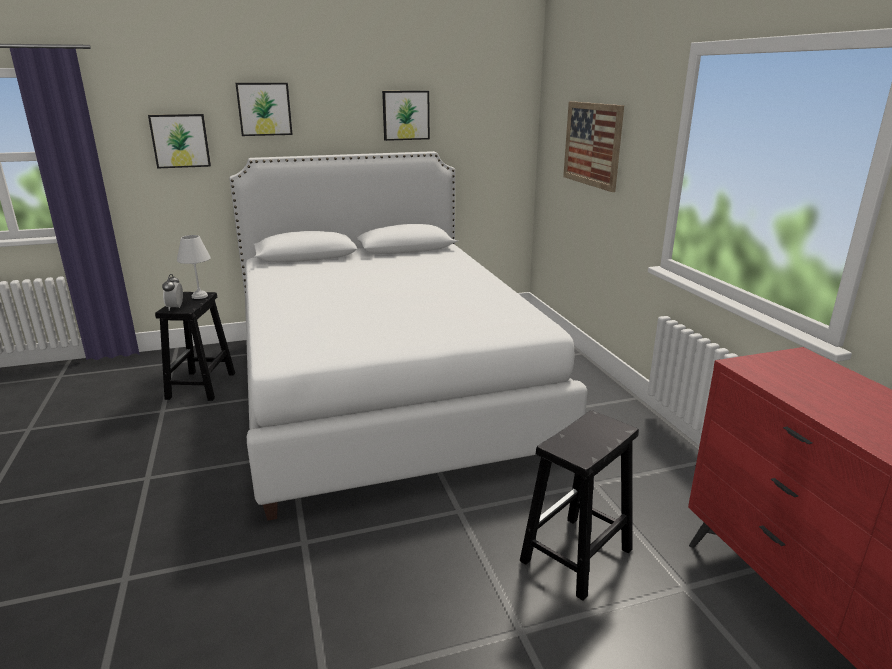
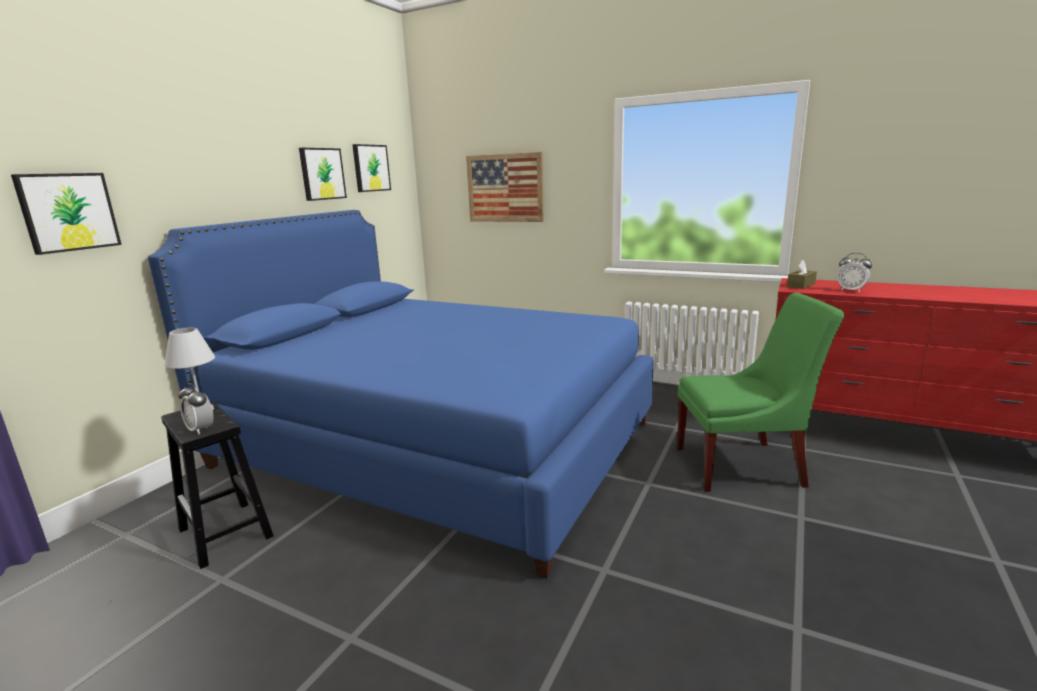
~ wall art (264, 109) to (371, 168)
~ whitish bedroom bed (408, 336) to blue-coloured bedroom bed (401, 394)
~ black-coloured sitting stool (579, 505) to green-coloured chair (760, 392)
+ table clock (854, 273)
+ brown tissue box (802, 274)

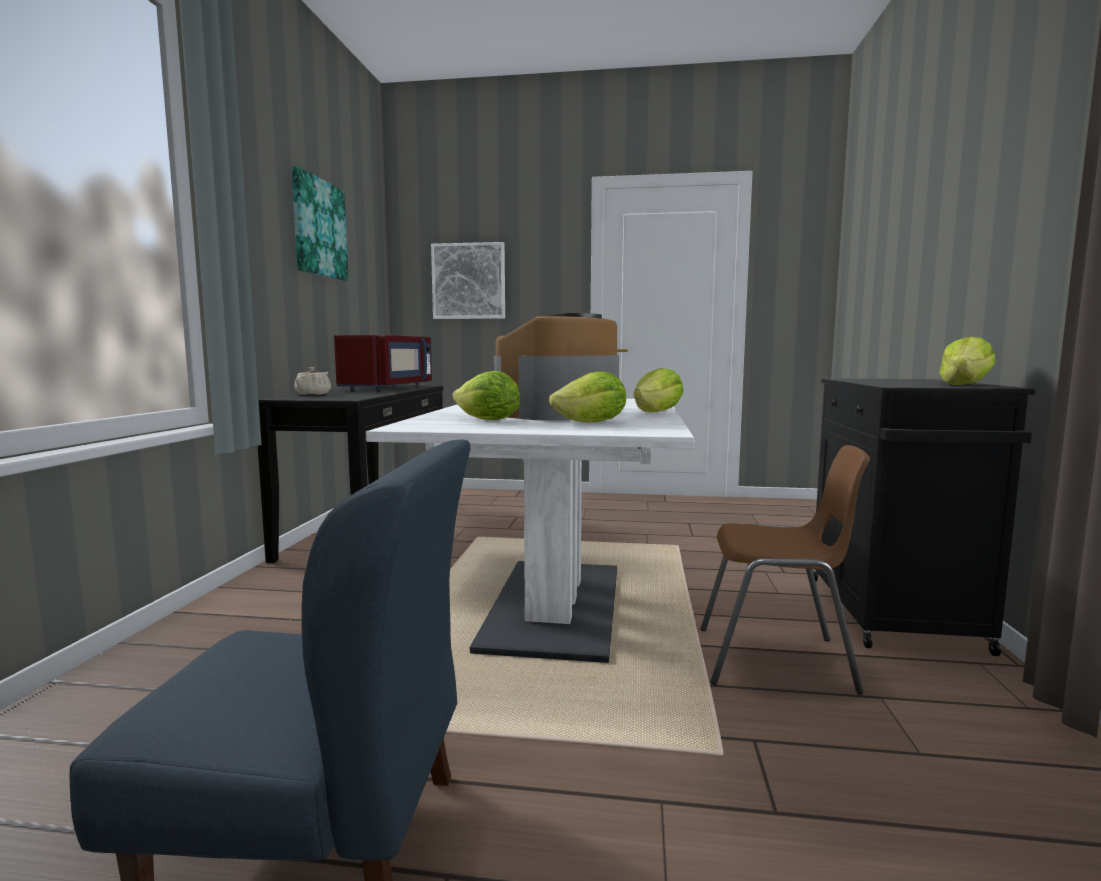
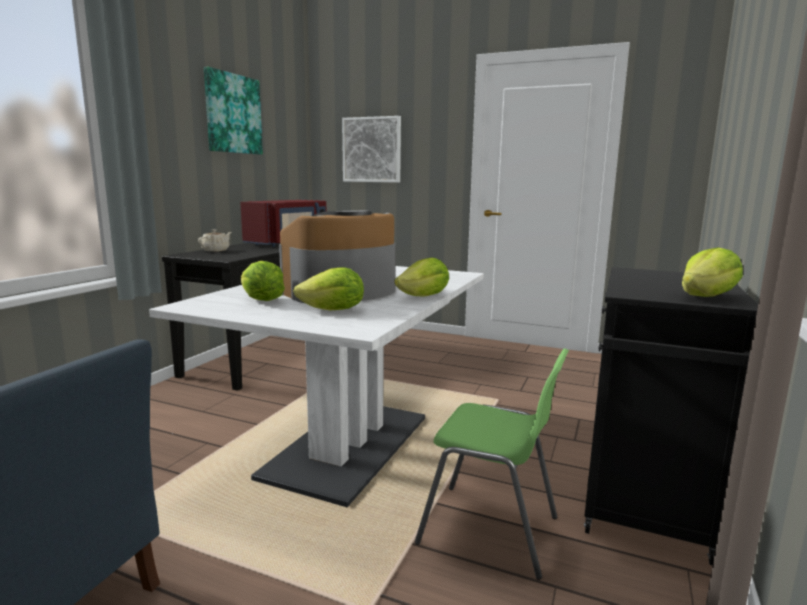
~ brown chair (785, 569) to green-coloured chair (492, 464)

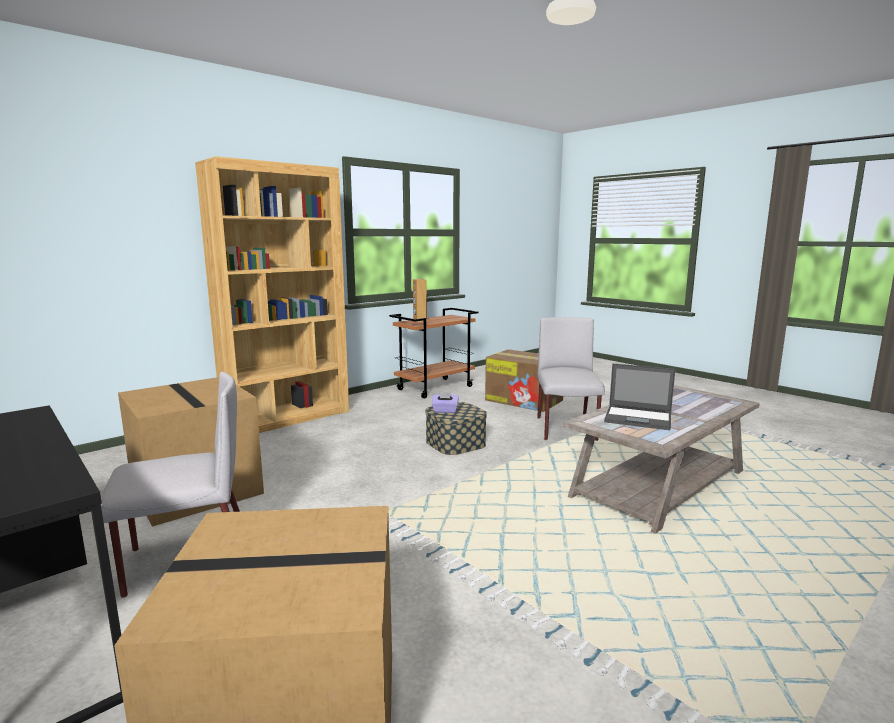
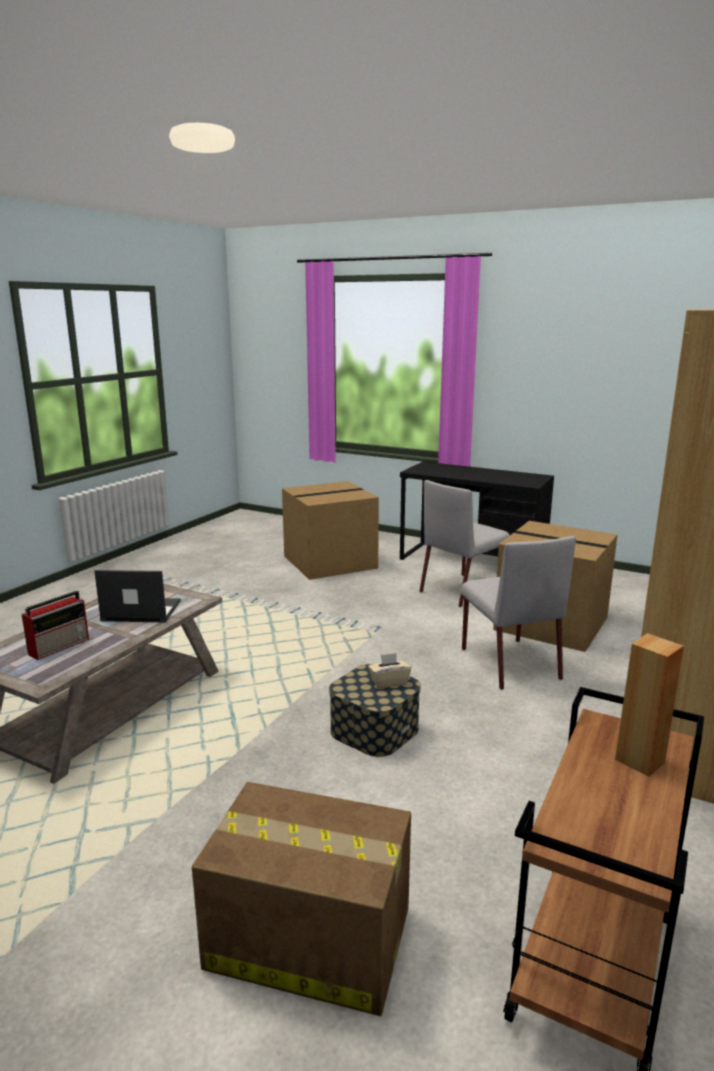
~ grey chair (571, 379) to (518, 613)
~ purple tissue box (445, 402) to beige-coloured tissue box (389, 671)
+ radio receiver (55, 625)

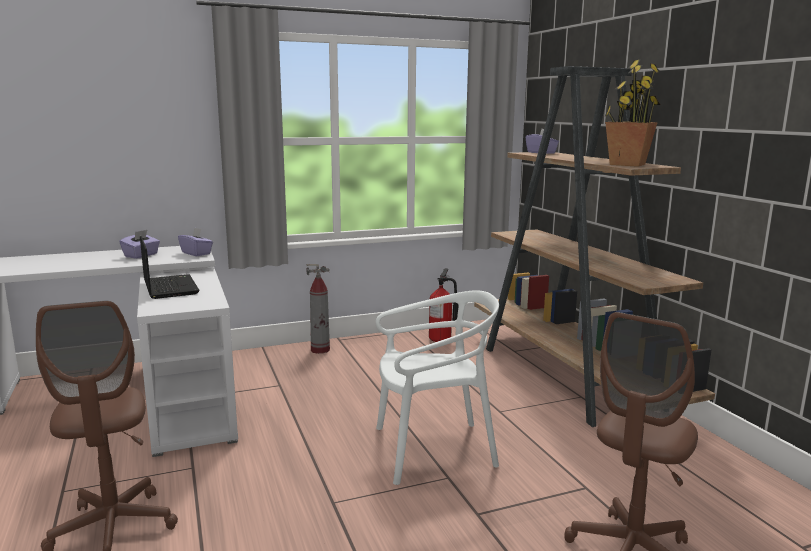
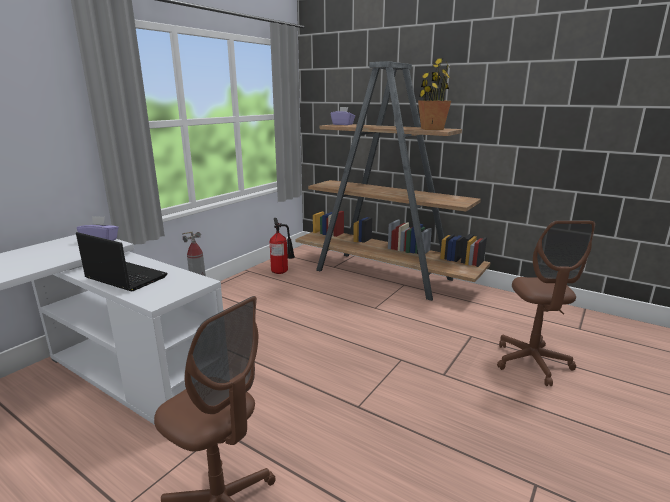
- purple tissue box (139, 244)
- whitish chair (437, 387)

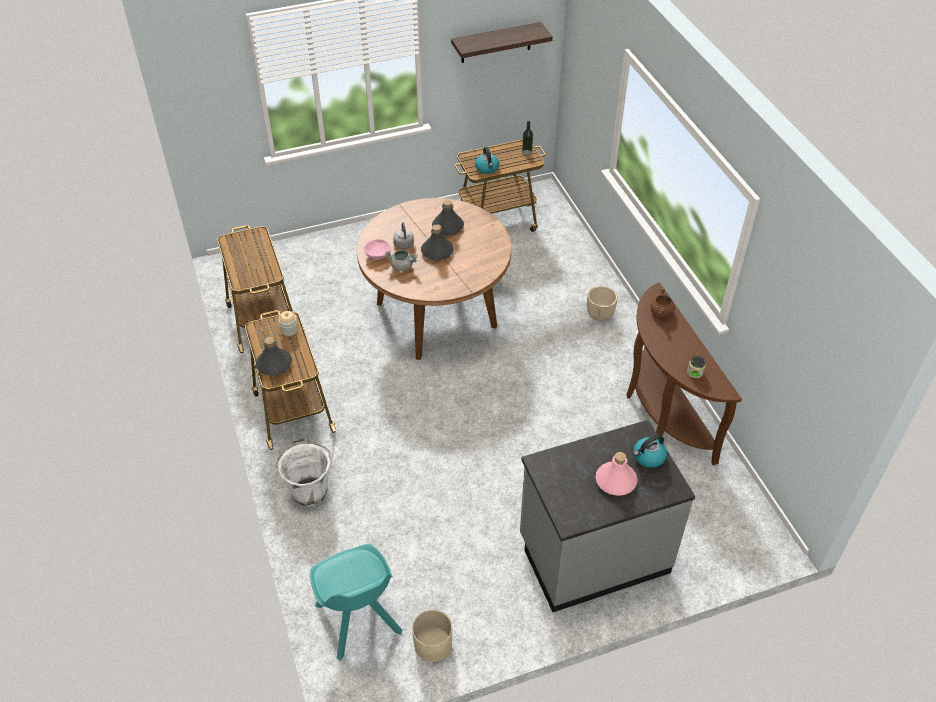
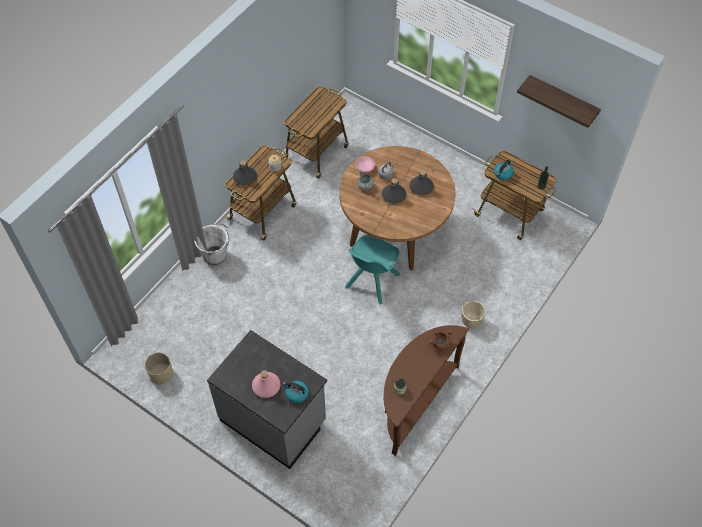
~ turquoise chair (356, 602) to (372, 270)

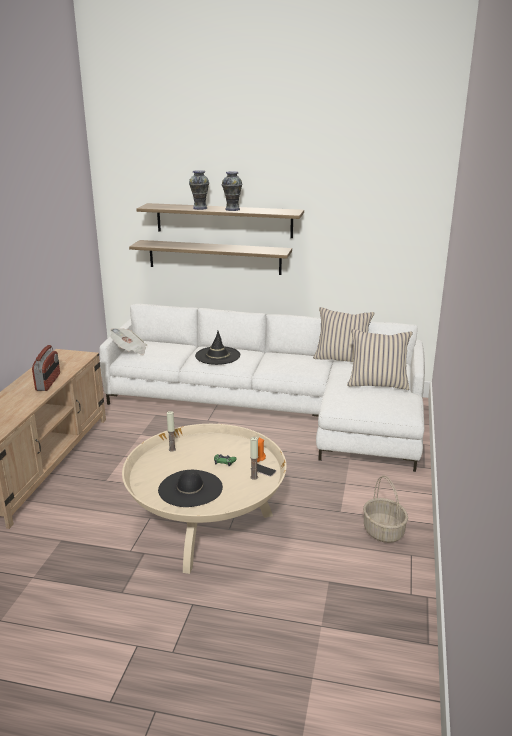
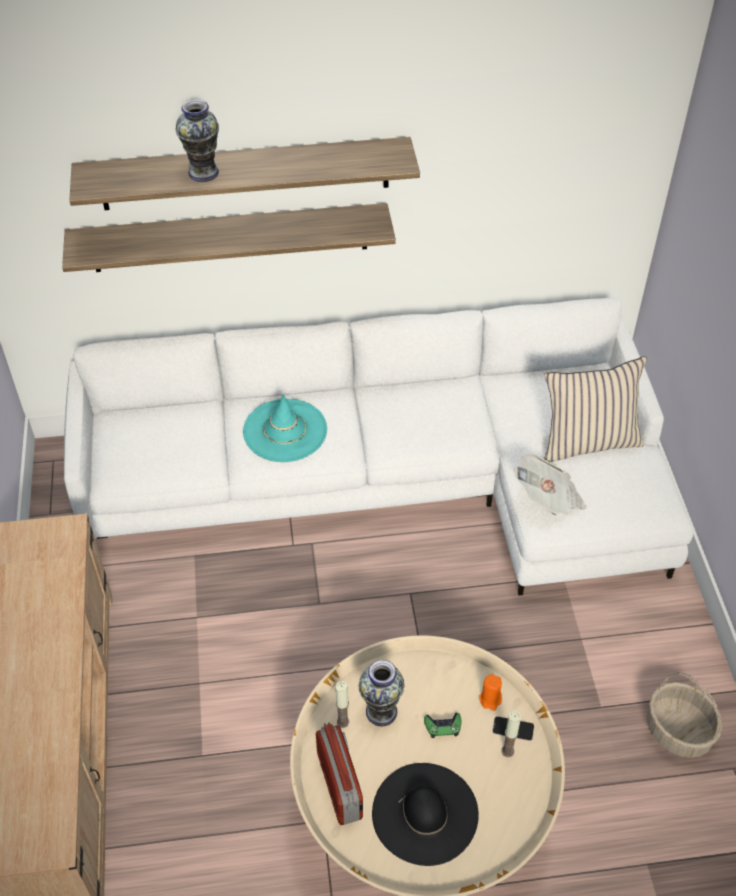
~ flower vase (232, 191) to (382, 693)
- beige-coloured cushion (344, 334)
~ daily paper (128, 341) to (550, 484)
~ black-coloured hat (217, 348) to turquoise hat (285, 428)
~ radio receiver (46, 368) to (339, 773)

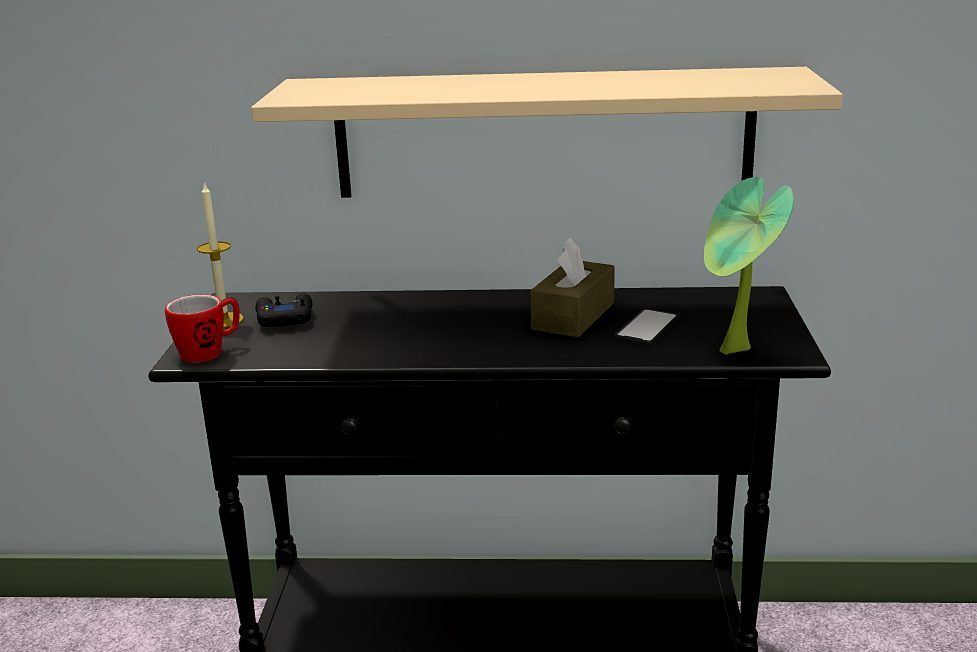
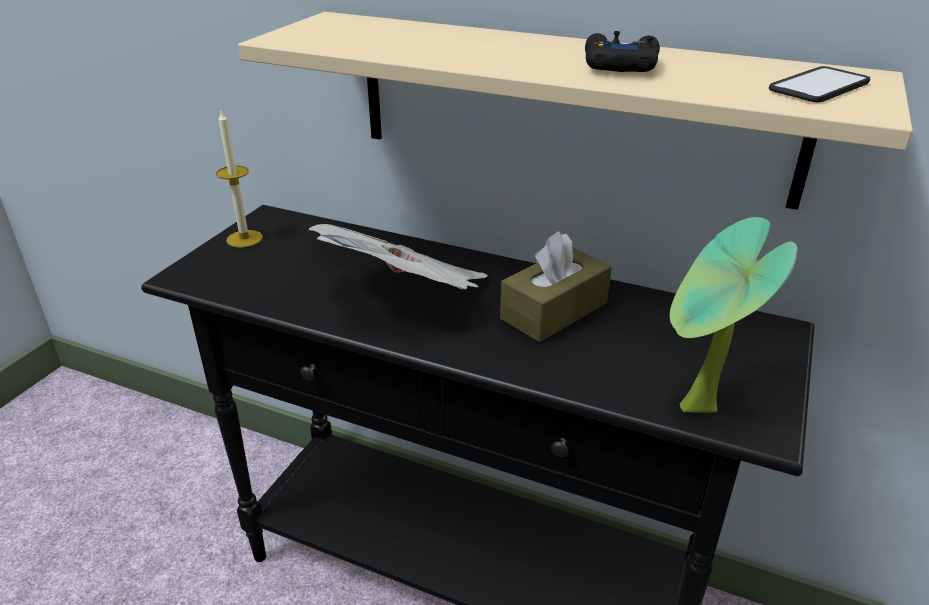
- tea mug (202, 328)
~ black-coloured joypad (283, 310) to (622, 51)
~ handset (646, 326) to (819, 84)
+ daily paper (398, 257)

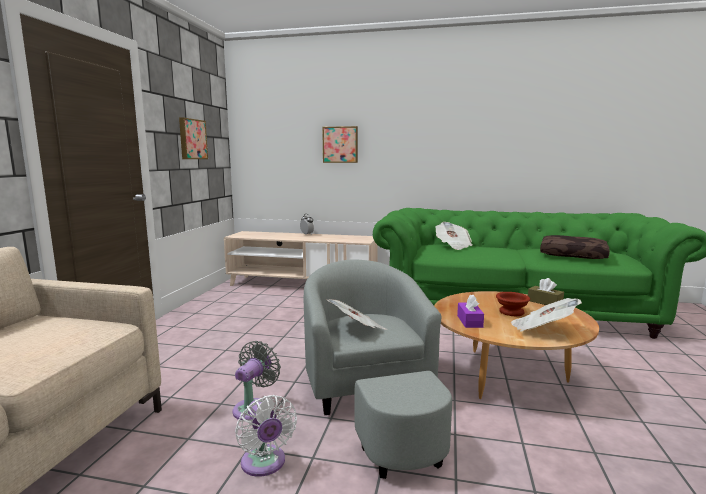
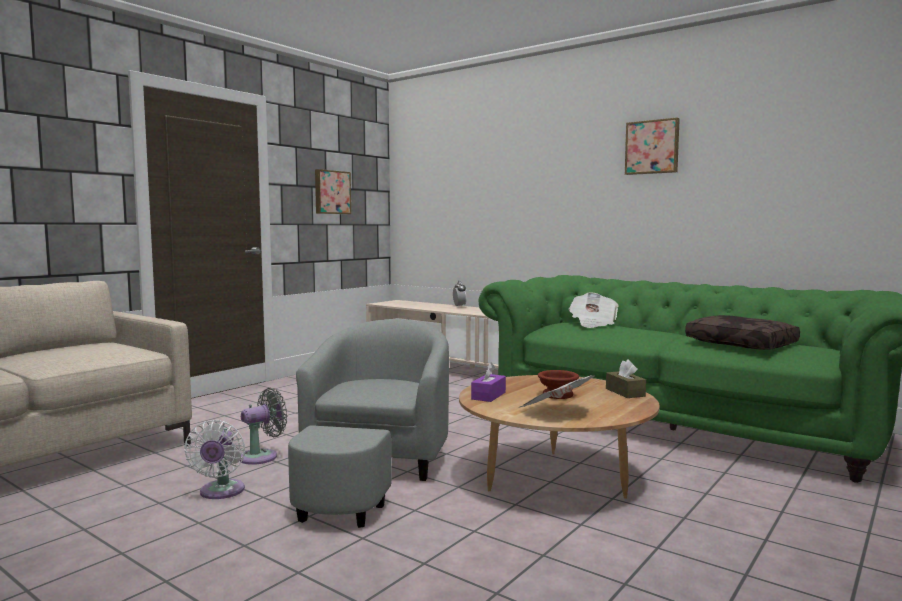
~ wall art (340, 144) to (652, 146)
- daily paper (356, 314)

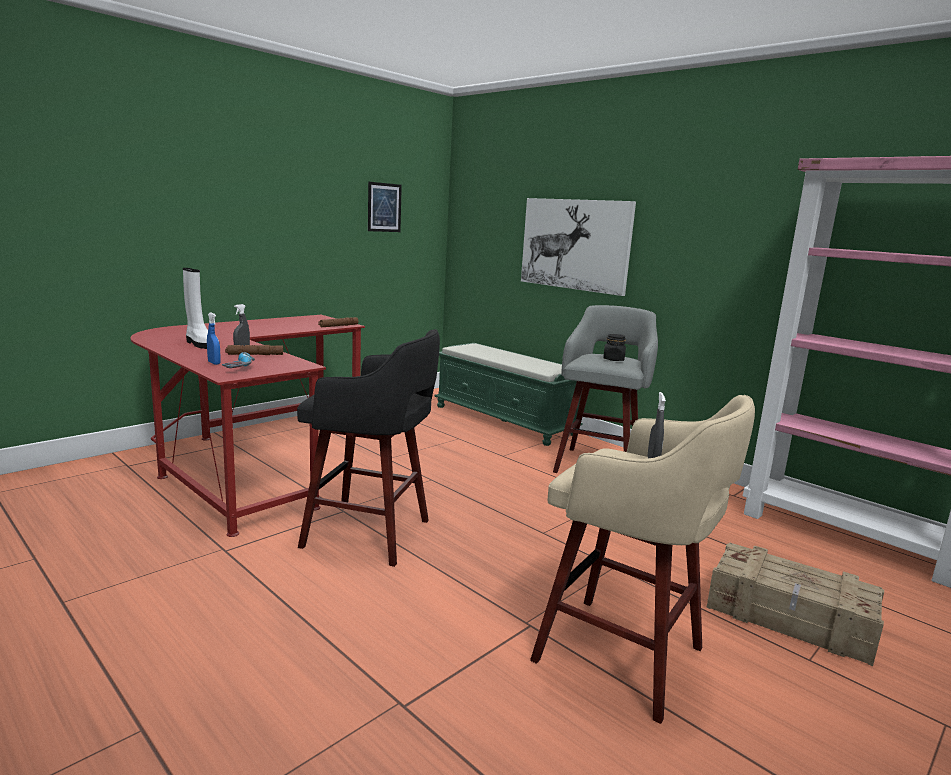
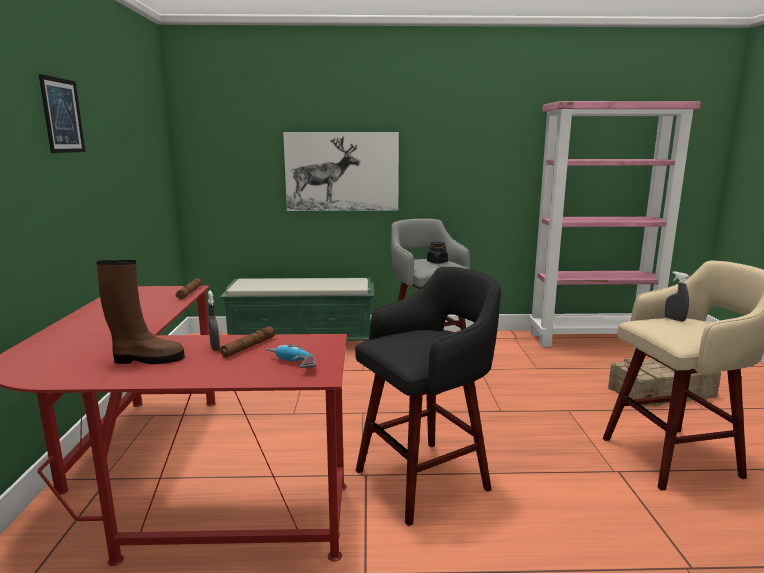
~ wall art (385, 207) to (62, 113)
~ whitish high-top boot (201, 308) to brown high-top boot (140, 312)
- blue-coloured hand sprayer (214, 339)

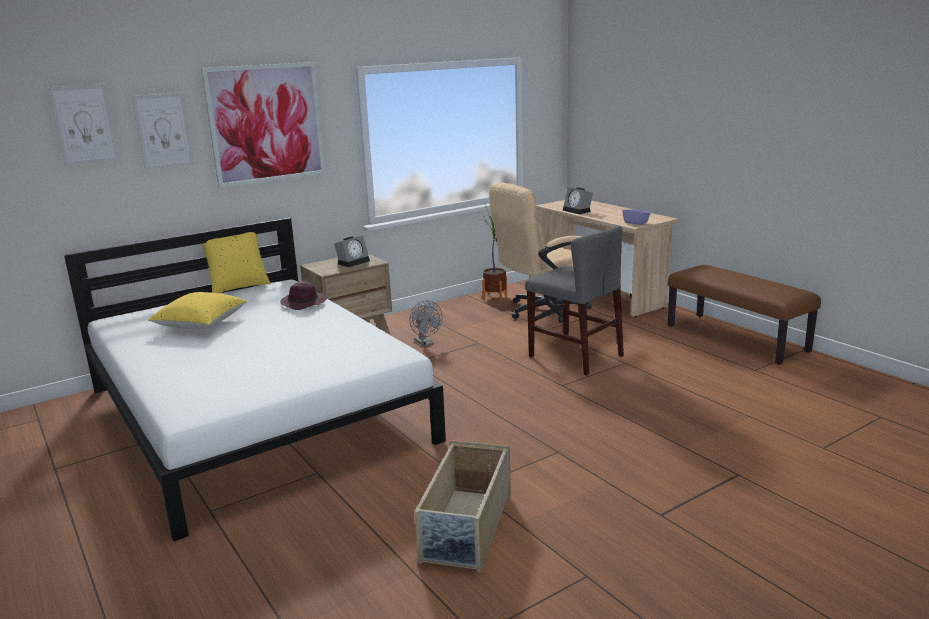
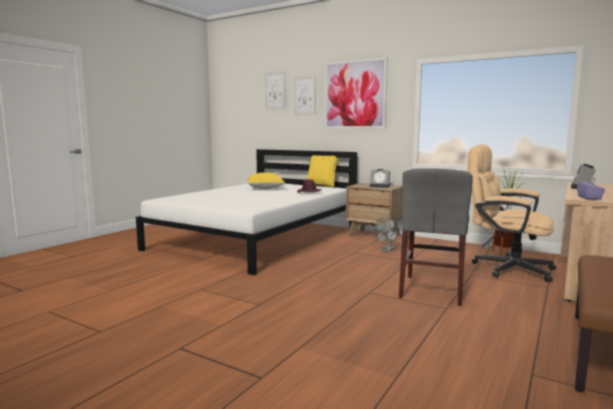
- beige-coloured storage box (463, 506)

